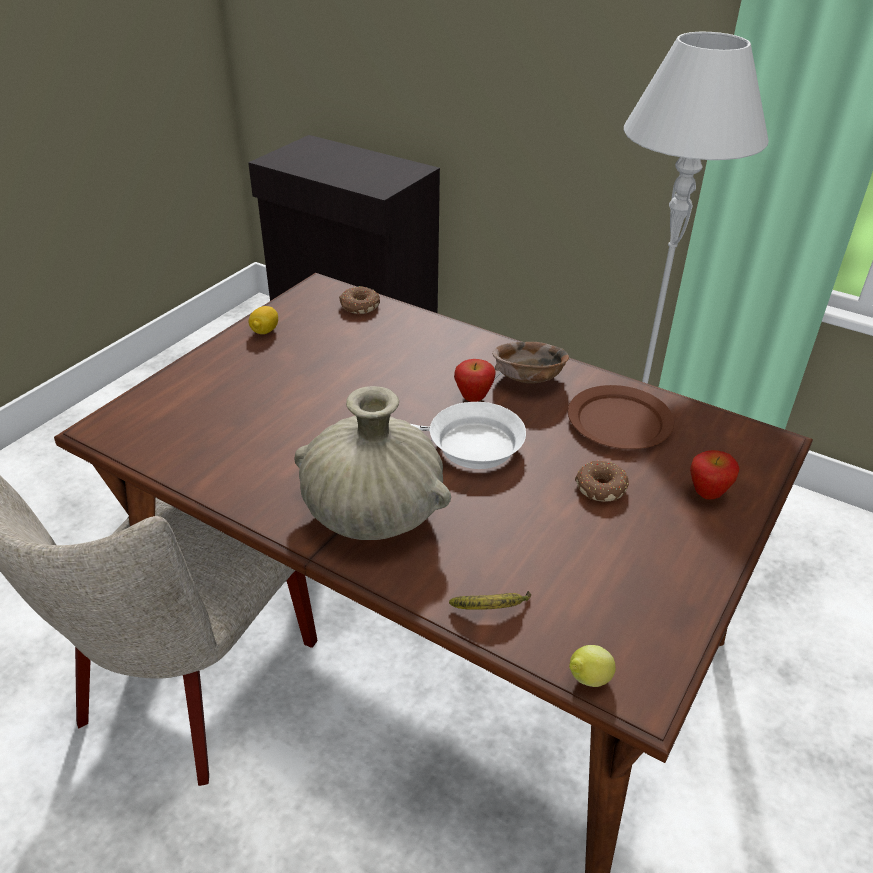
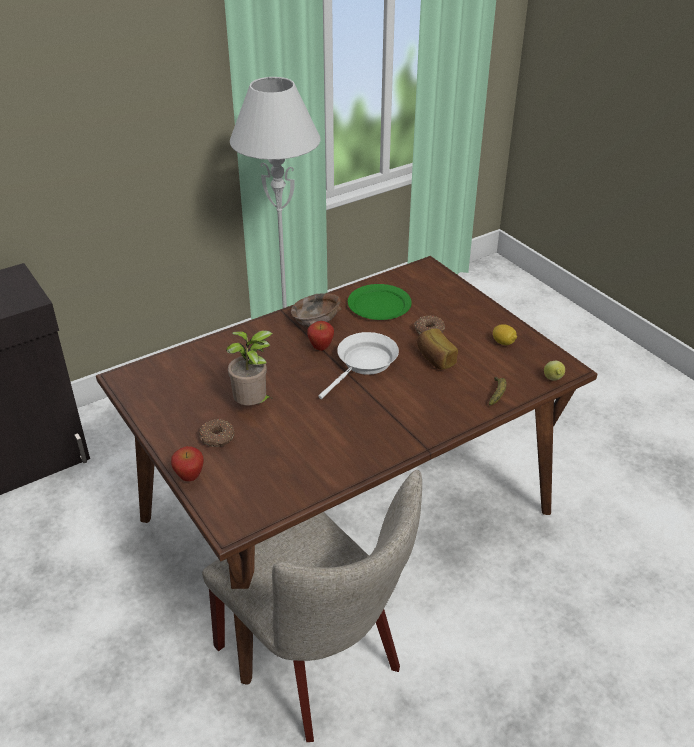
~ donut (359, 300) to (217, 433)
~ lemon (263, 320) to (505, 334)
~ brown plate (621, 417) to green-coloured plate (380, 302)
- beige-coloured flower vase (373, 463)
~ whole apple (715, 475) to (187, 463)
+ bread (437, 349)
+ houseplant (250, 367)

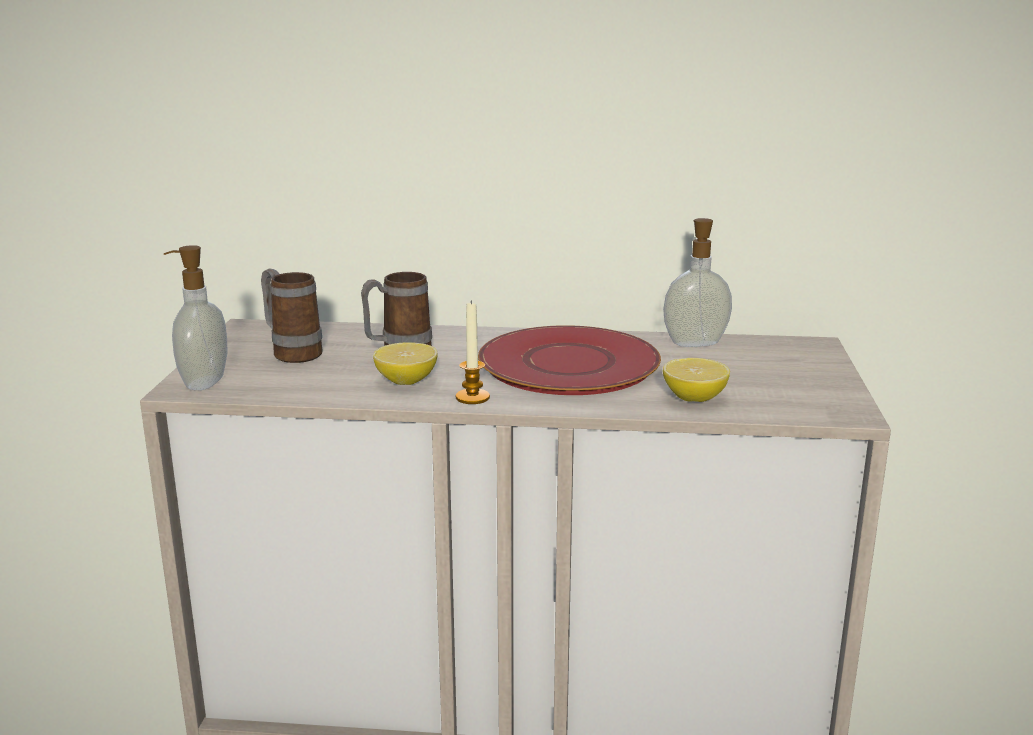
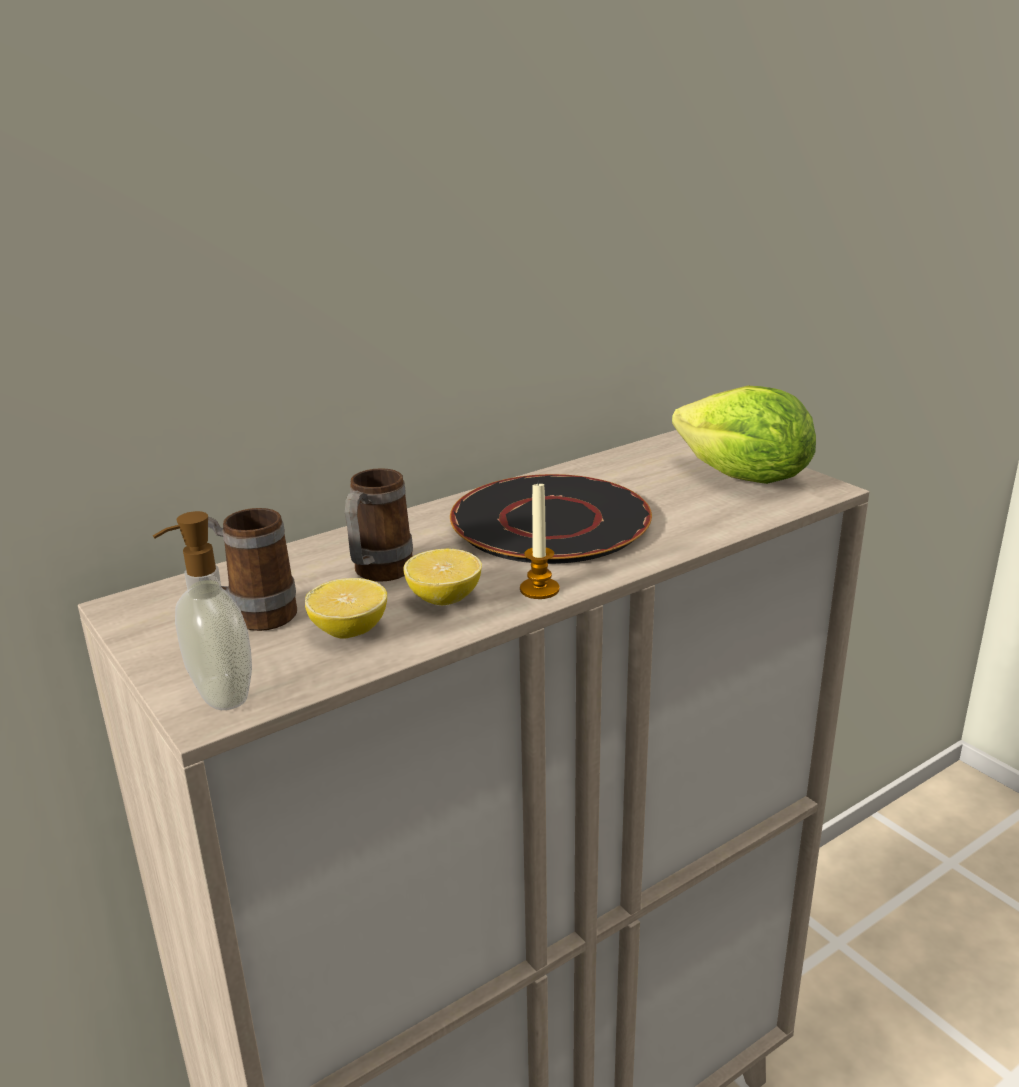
- soap dispenser (697, 282)
~ red-coloured plate (569, 360) to black-coloured plate (551, 519)
~ lemon (696, 380) to (346, 608)
+ lettuce (744, 435)

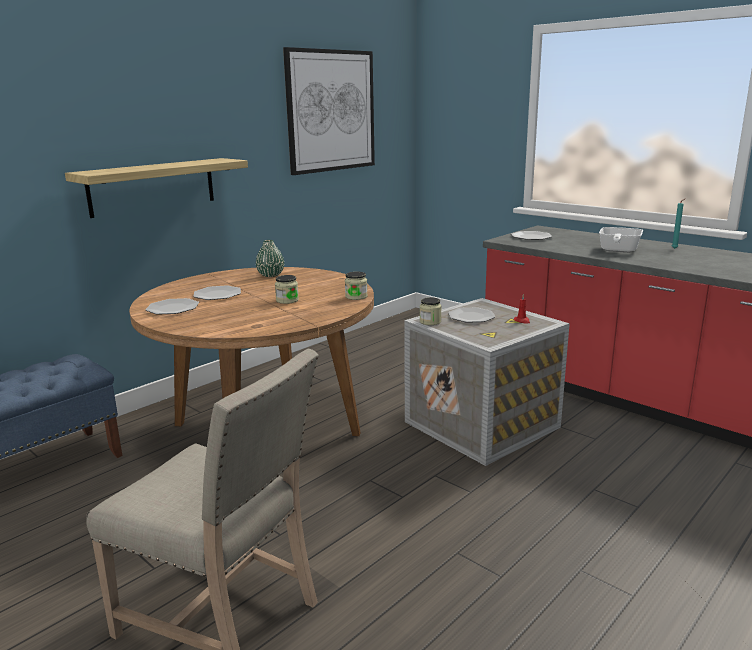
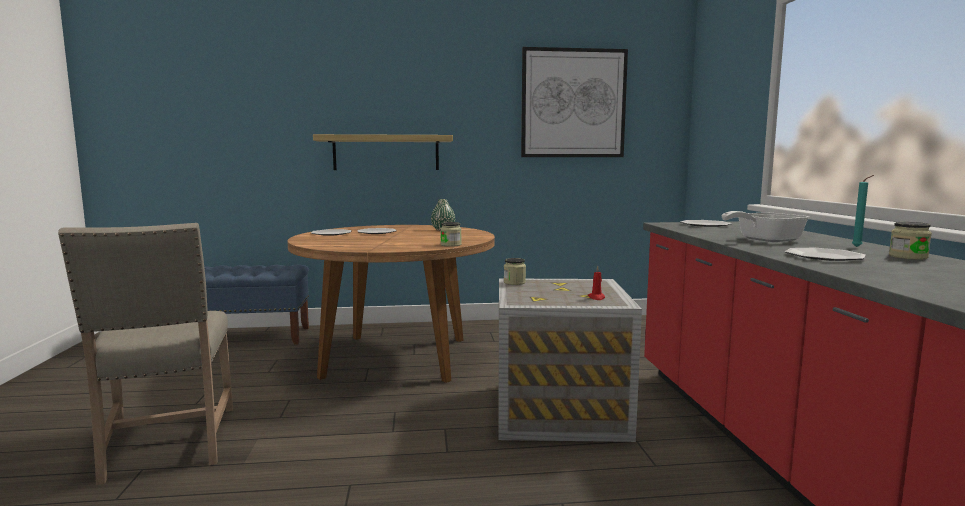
~ preserve jar (287, 289) to (910, 241)
~ plate (471, 315) to (825, 254)

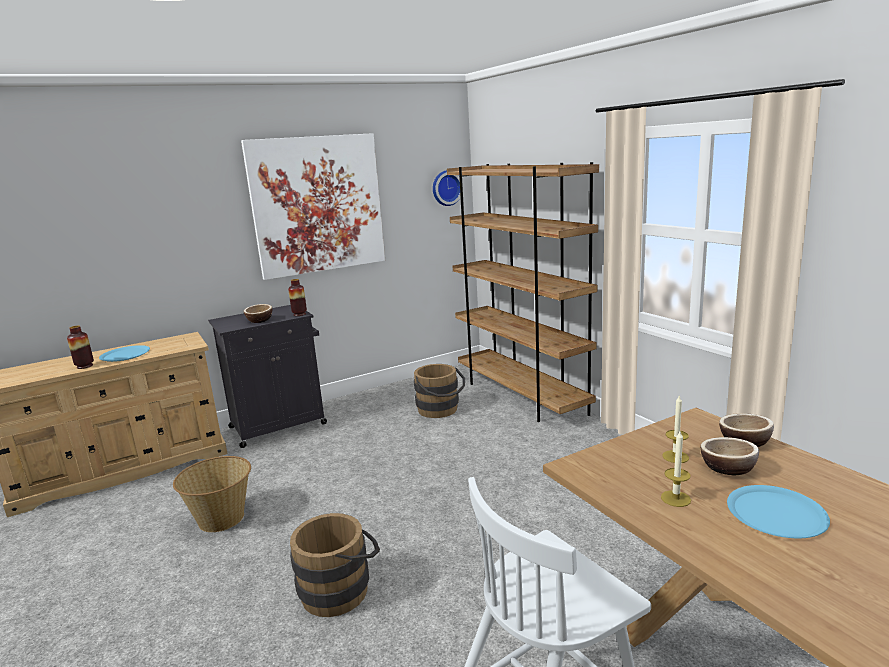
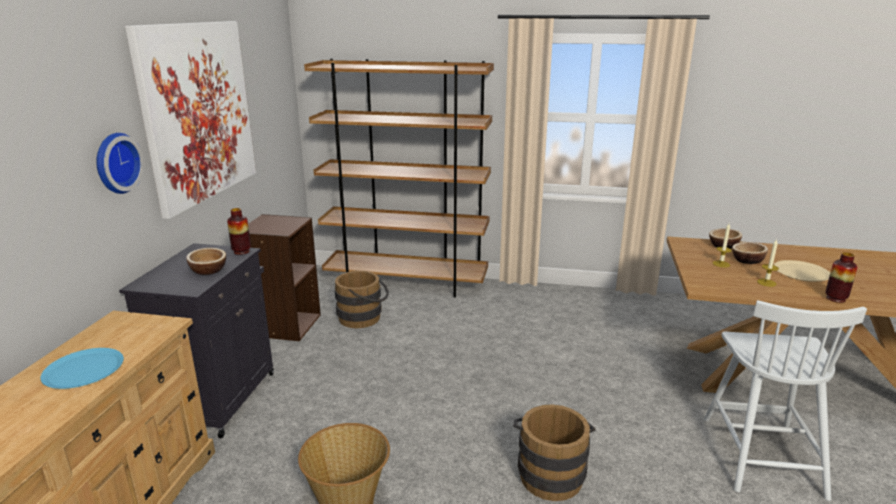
~ clock on the wall (448, 188) to (120, 163)
~ flower vase (80, 347) to (841, 277)
~ blue-coloured plate (778, 511) to beige-coloured plate (802, 271)
+ brown bookcase (284, 277)

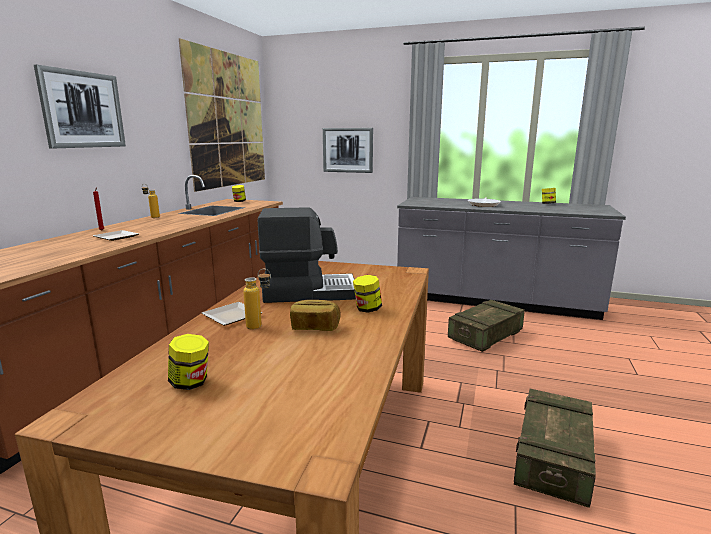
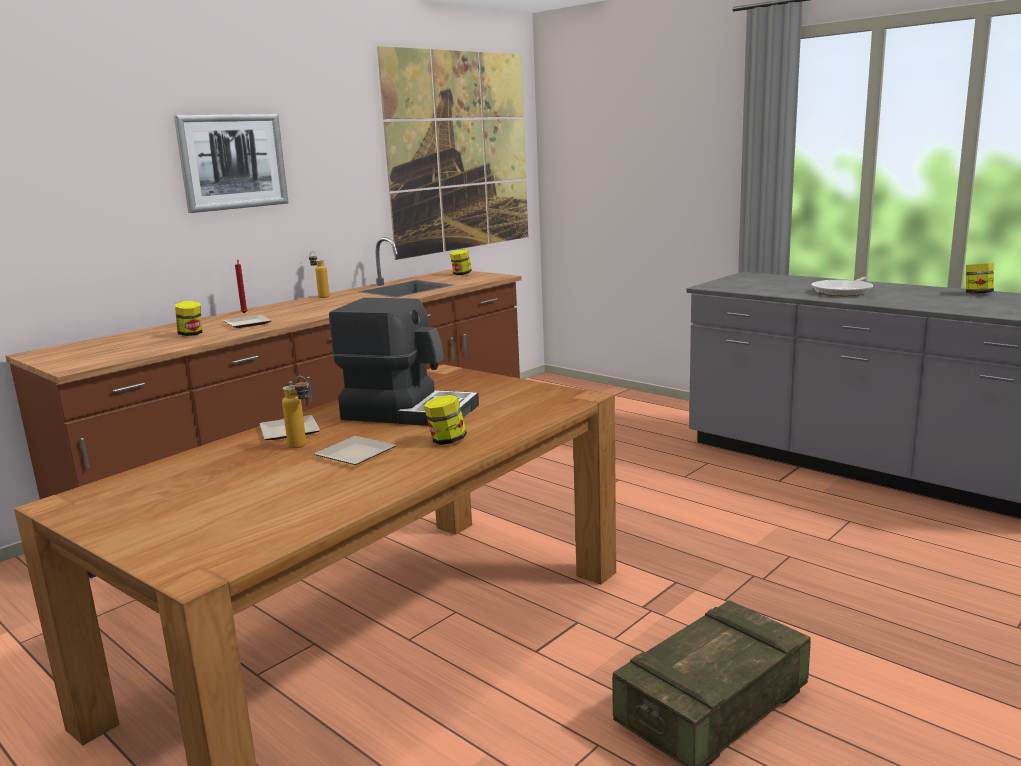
- wall art (348, 150)
~ bread (315, 315) to plate (355, 450)
- packing crate (486, 326)
~ preserve jar (188, 362) to (188, 318)

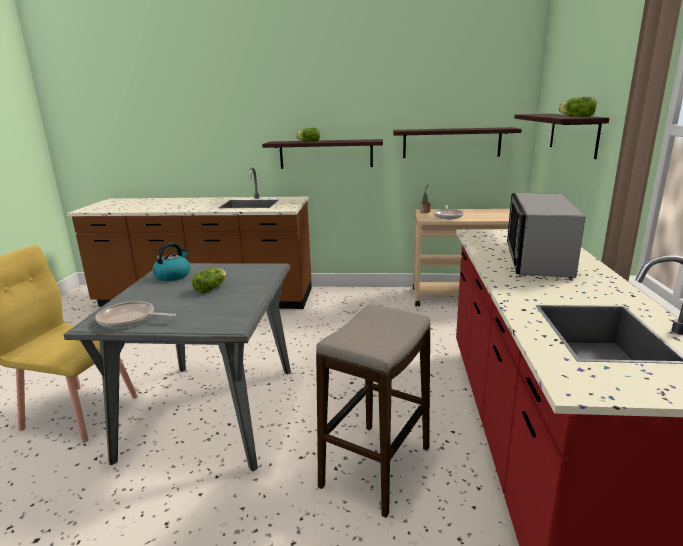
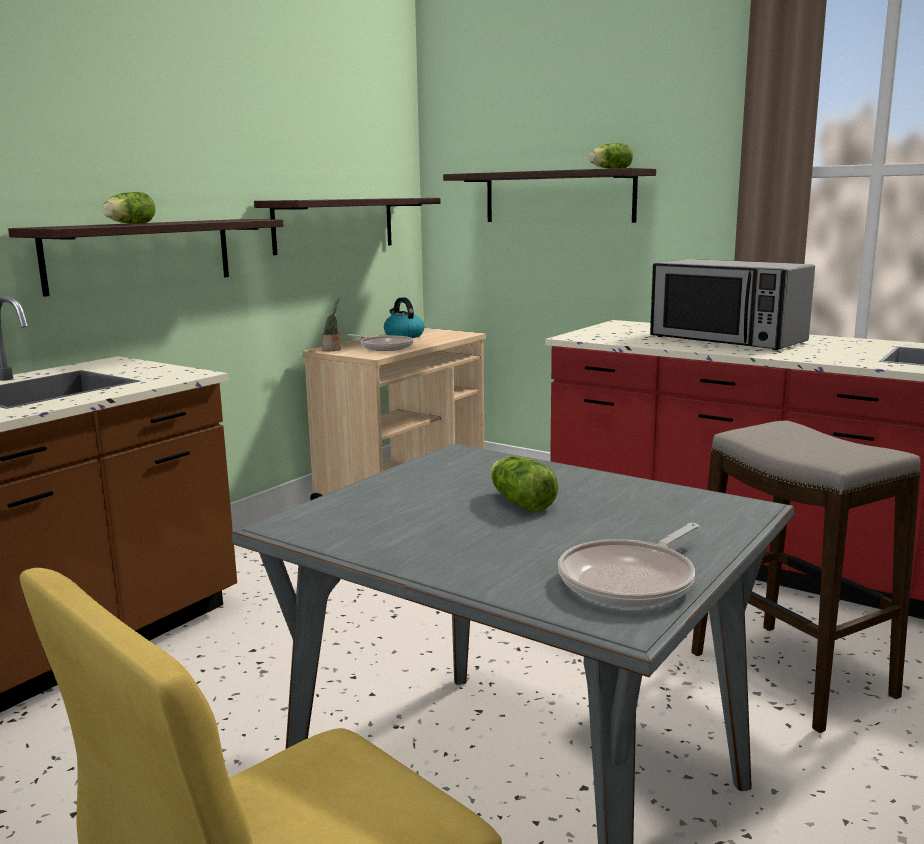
~ kettle (171, 262) to (404, 317)

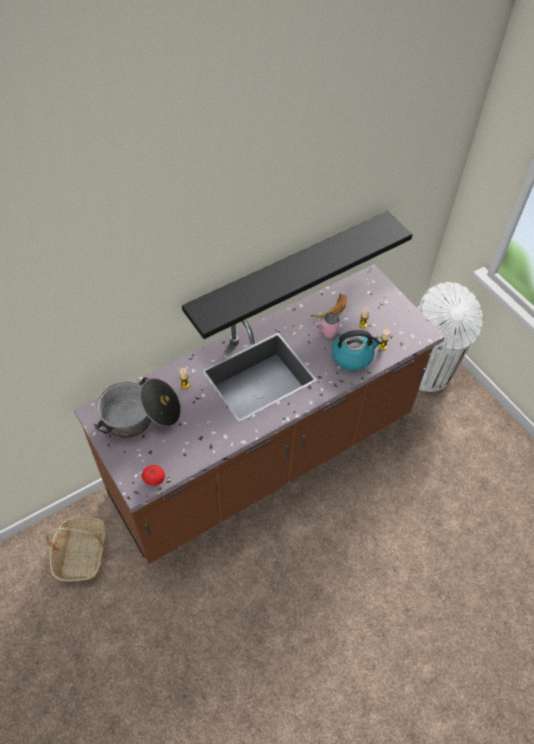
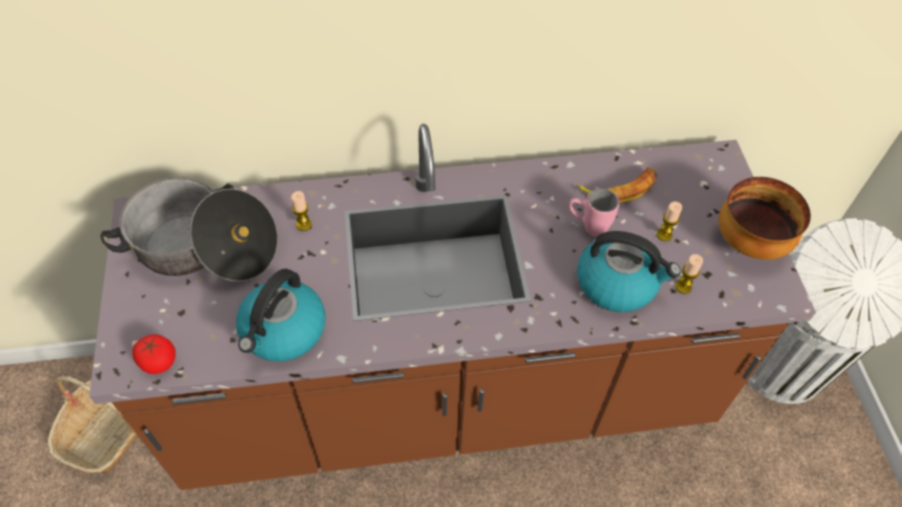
- black-coloured bracket shelf (297, 275)
+ deep dish (765, 218)
+ kettle (281, 315)

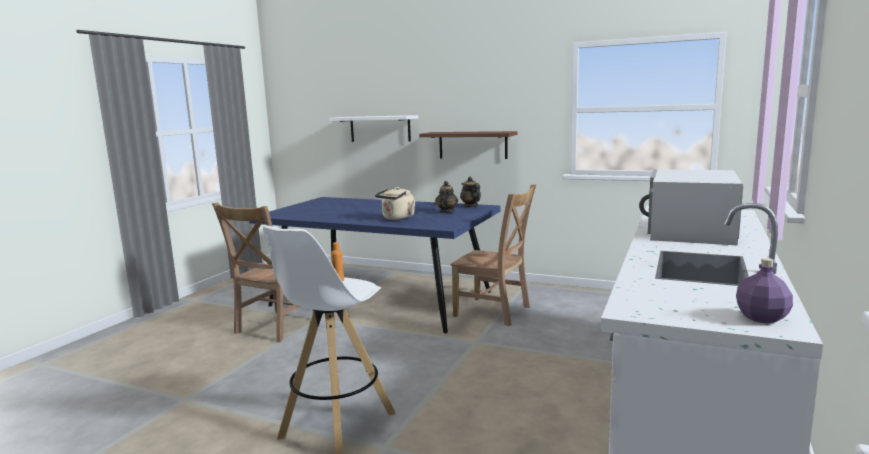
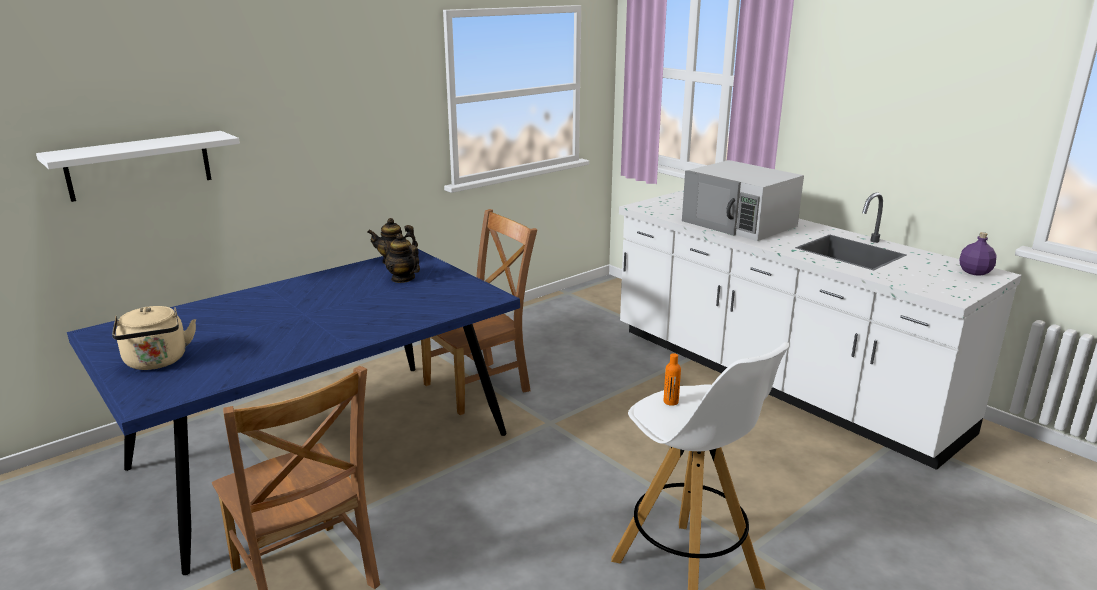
- brown bracket shelf (468, 145)
~ beige-coloured kettle (395, 203) to (154, 338)

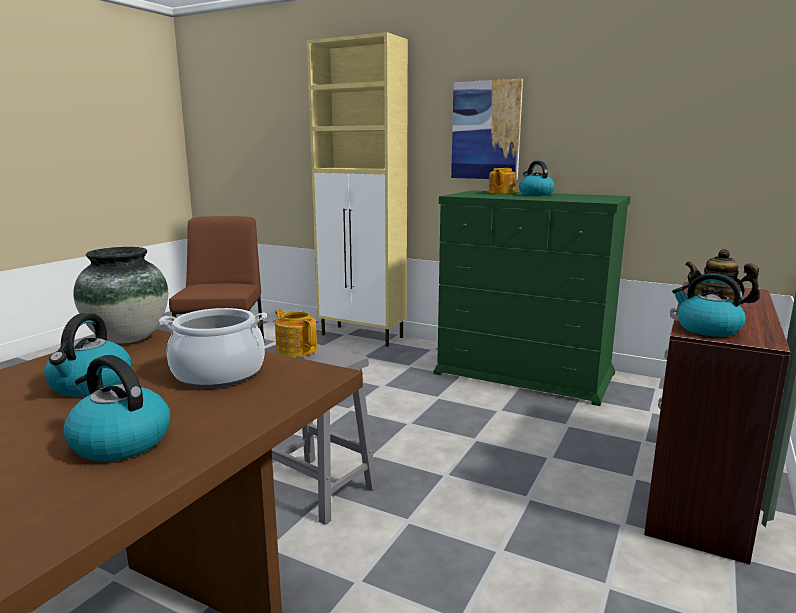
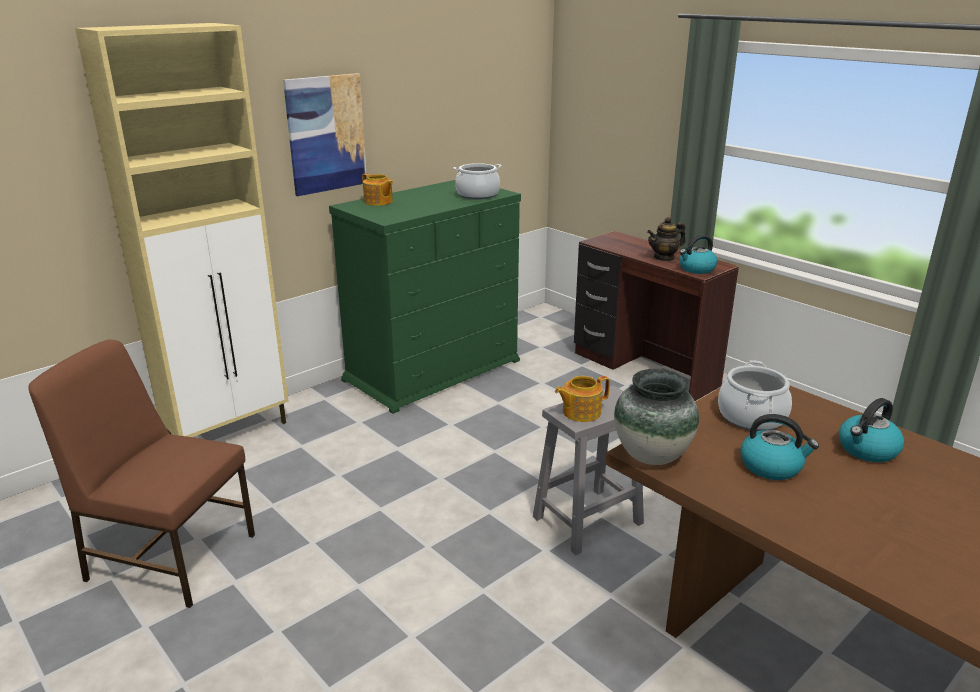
- kettle (537, 178)
+ cooking pot (477, 181)

